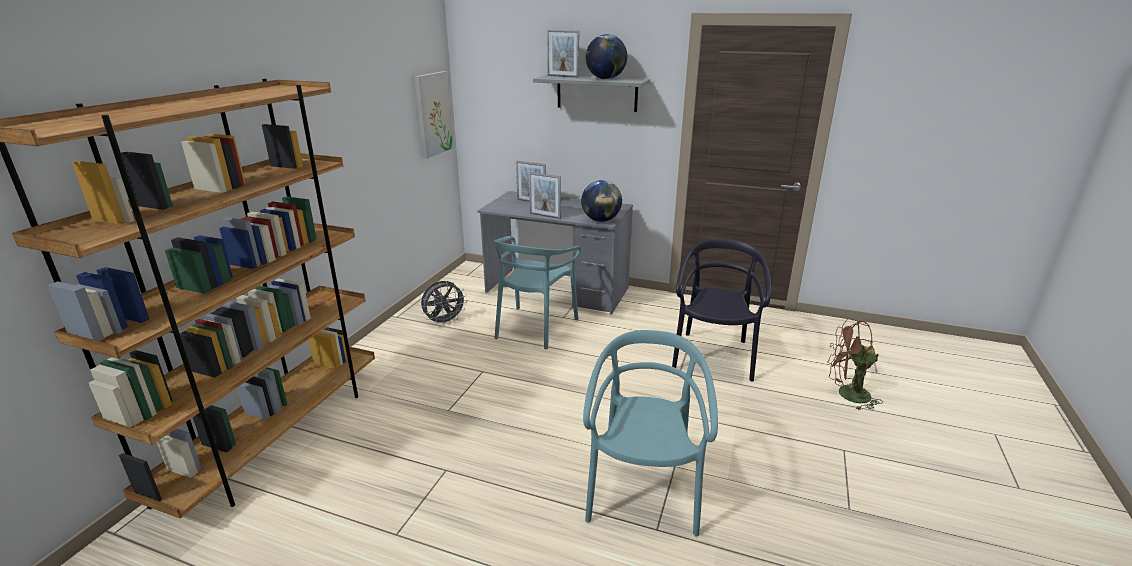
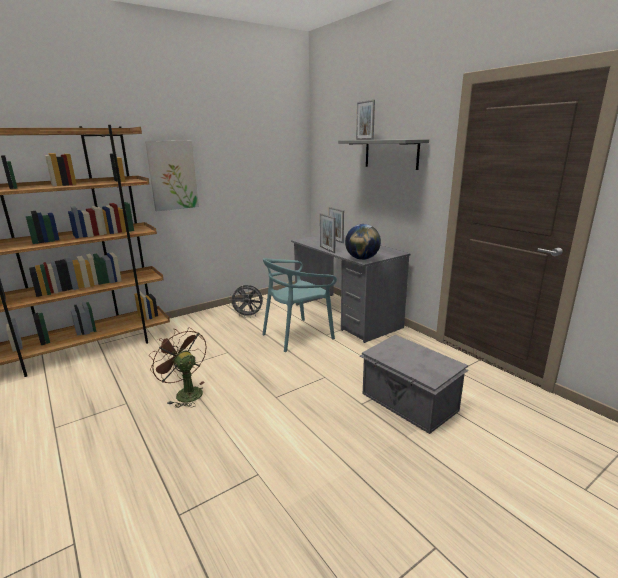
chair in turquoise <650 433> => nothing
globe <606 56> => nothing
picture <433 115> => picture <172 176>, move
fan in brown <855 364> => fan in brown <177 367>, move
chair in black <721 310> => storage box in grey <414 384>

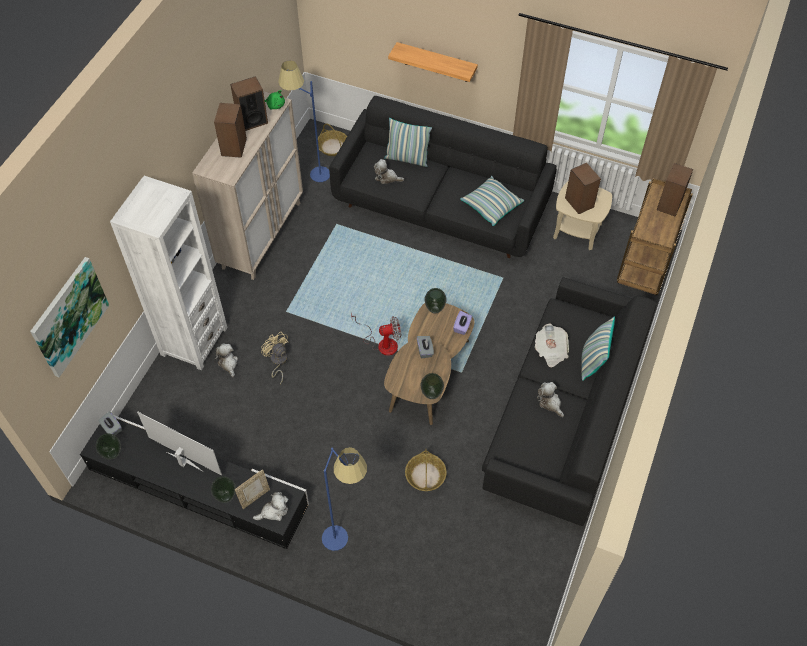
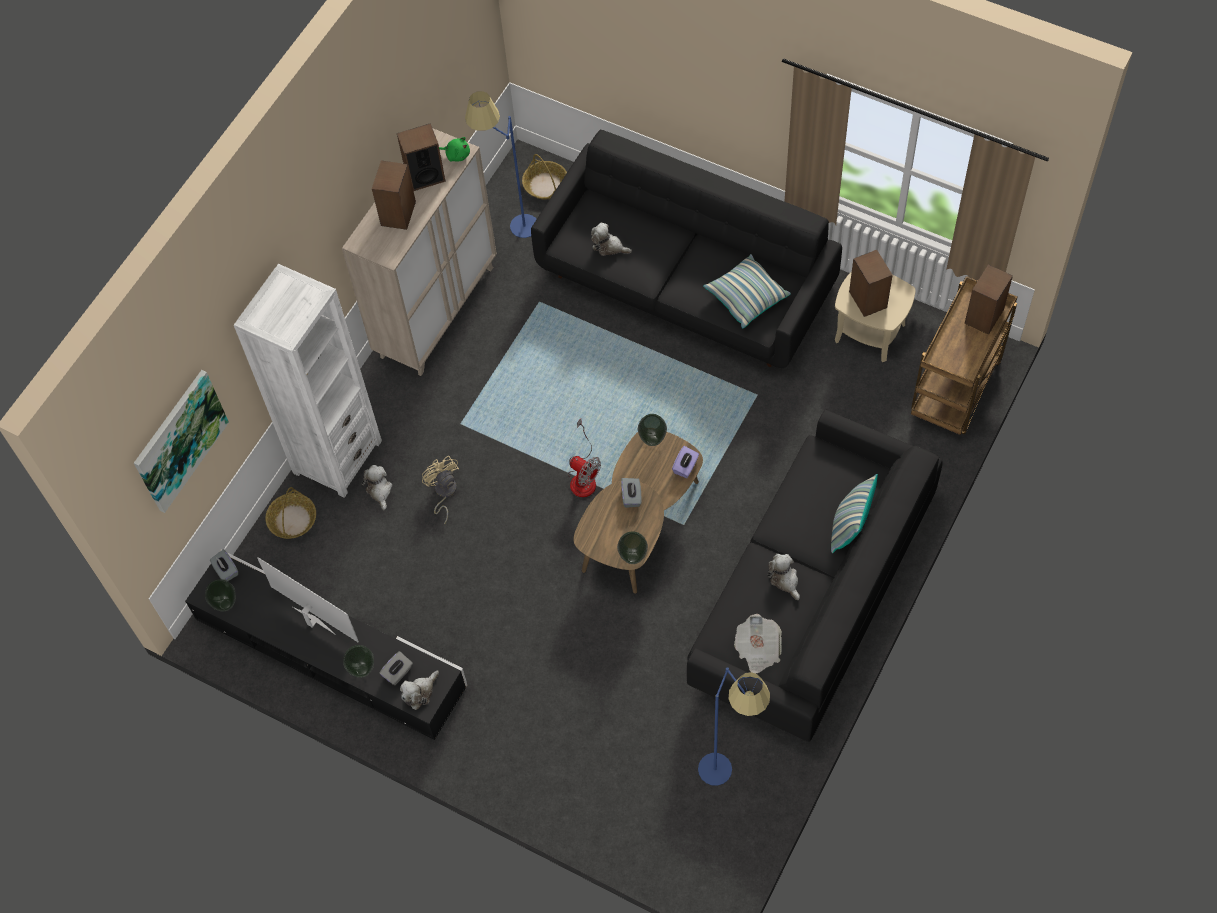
pillow <408 142> => nothing
shelf <433 62> => nothing
floor lamp in blue <344 499> => floor lamp in blue <734 726>, move
basket <426 470> => basket <290 513>, move
newspaper <552 345> => newspaper <758 644>, move
picture frame <252 489> => tissue box in grey <396 668>
plush toy <271 506> => plush toy <419 690>, 150 degrees clockwise
fan <376 335> => fan <584 458>, 45 degrees clockwise

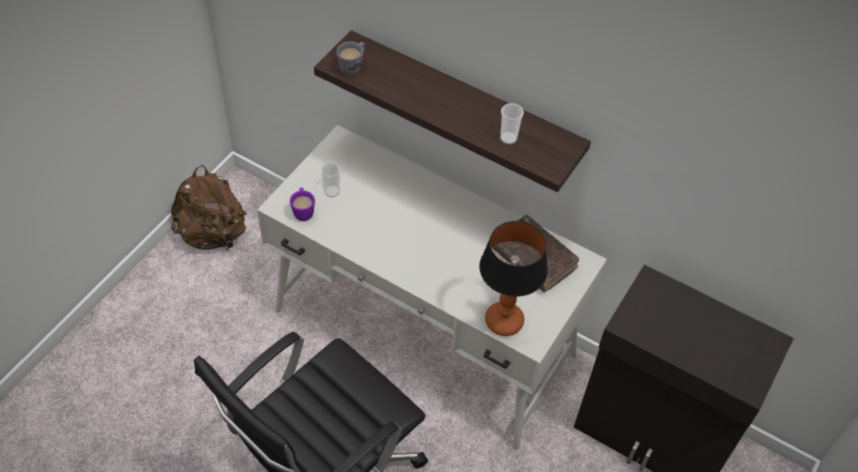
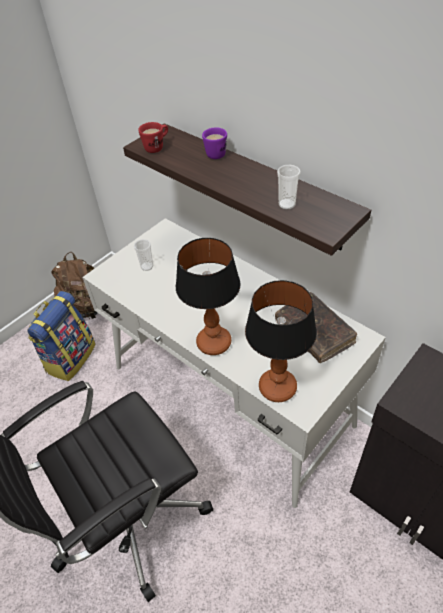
nothing => backpack <61 336>
nothing => table lamp <208 296>
mug in purple <302 204> => mug in purple <214 143>, move
mug in grey <351 58> => mug in red <153 137>

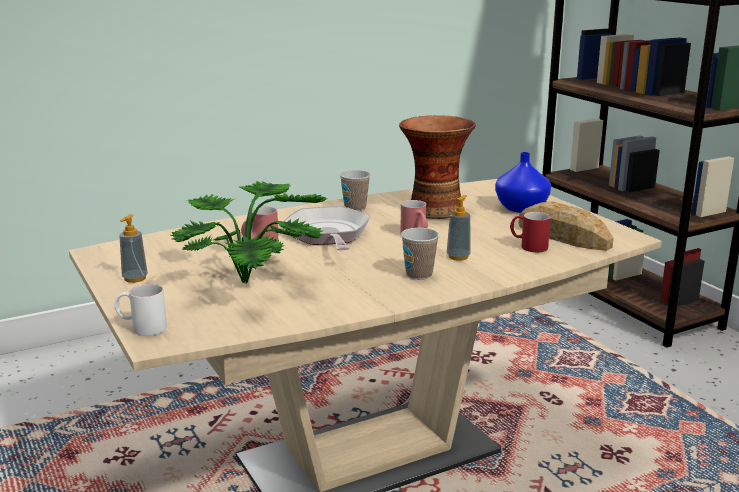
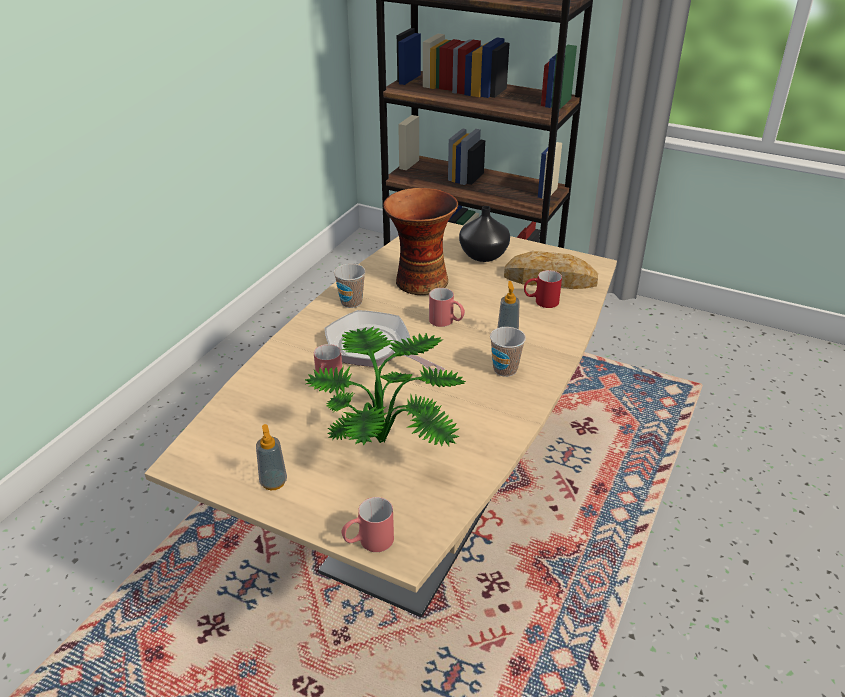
mug in white <140 310> => mug in red <367 524>
vase in blue <523 182> => vase in black <484 234>

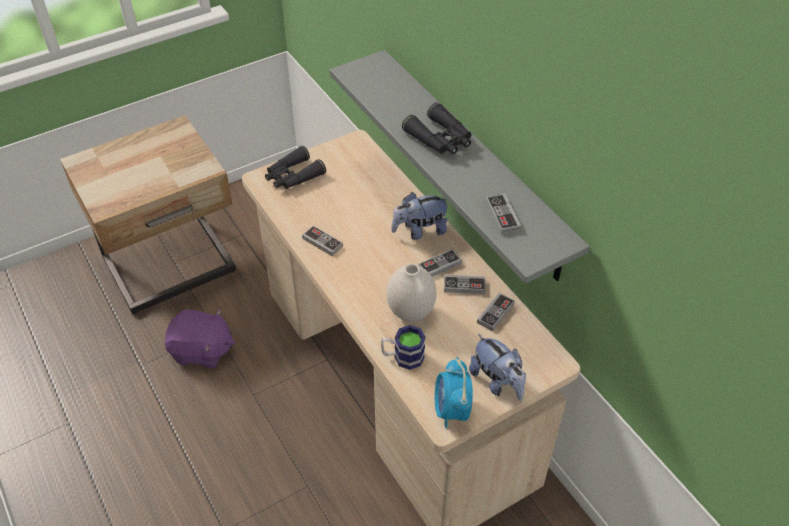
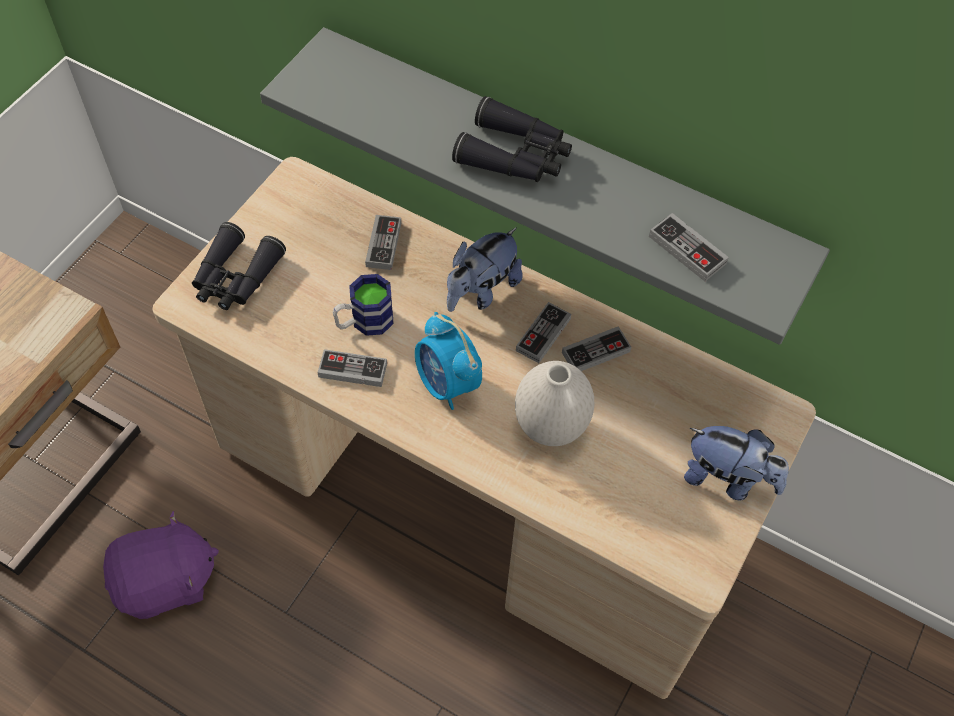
mug <403 347> => mug <363 305>, move
alarm clock <454 392> => alarm clock <448 361>, move
game controller <496 312> => game controller <383 242>, move

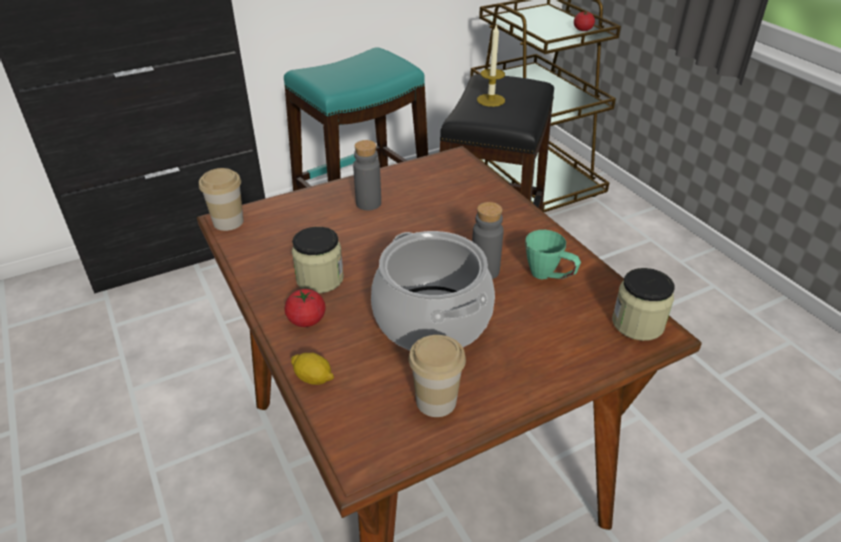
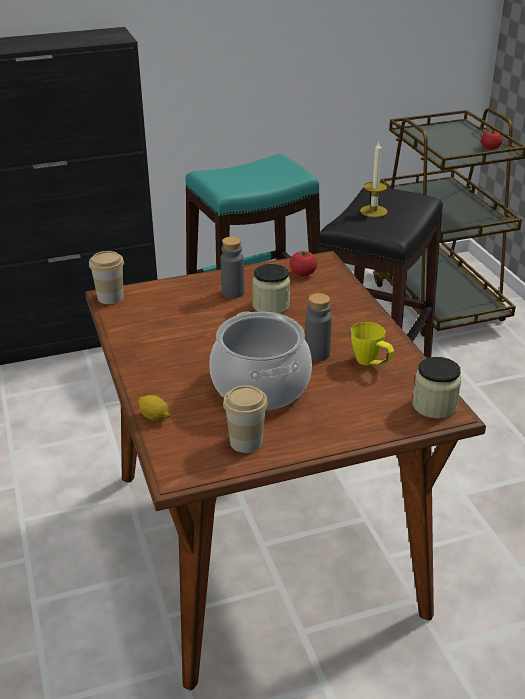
tomato <305 308> => tomato <303 263>, move
jar <318 260> => jar <271 289>, move
mug in green <553 254> => mug in yellow <372 343>

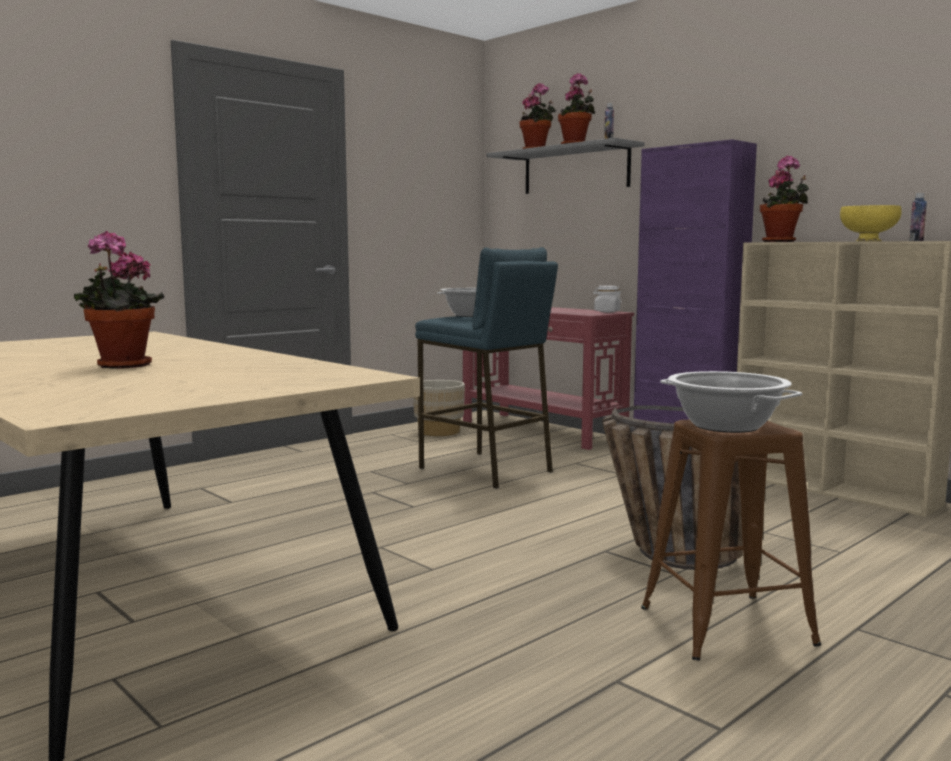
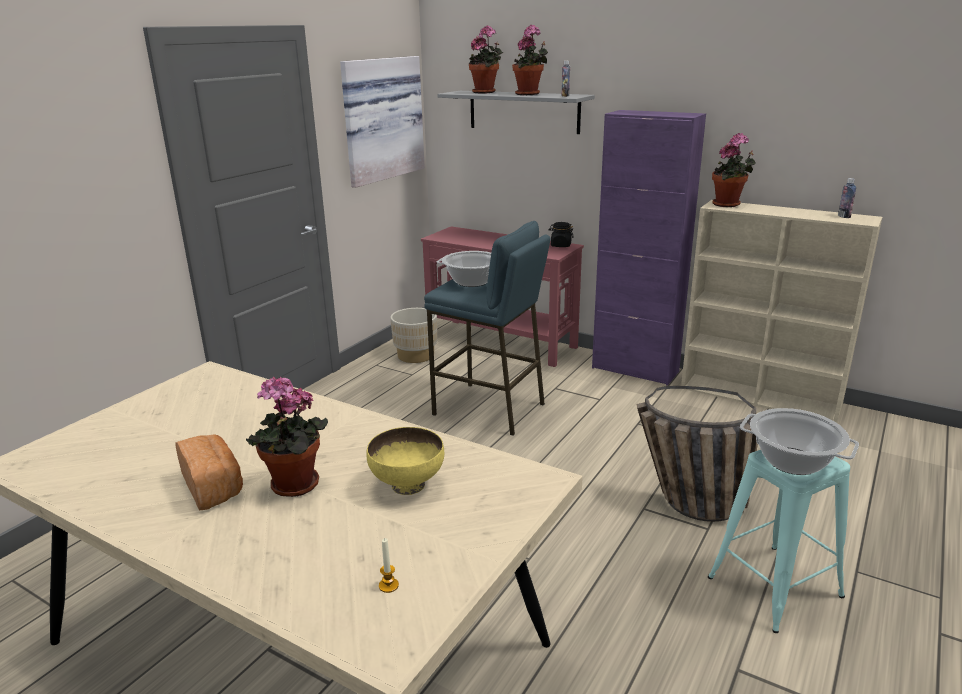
nothing => bread <209 472>
nothing => picture <382 122>
nothing => candle <389 565>
bowl in yellow <871 223> => bowl in yellow <405 461>, move
jar in white <607 299> => jar in black <561 234>
stool in brown <731 540> => stool in turquoise <779 541>

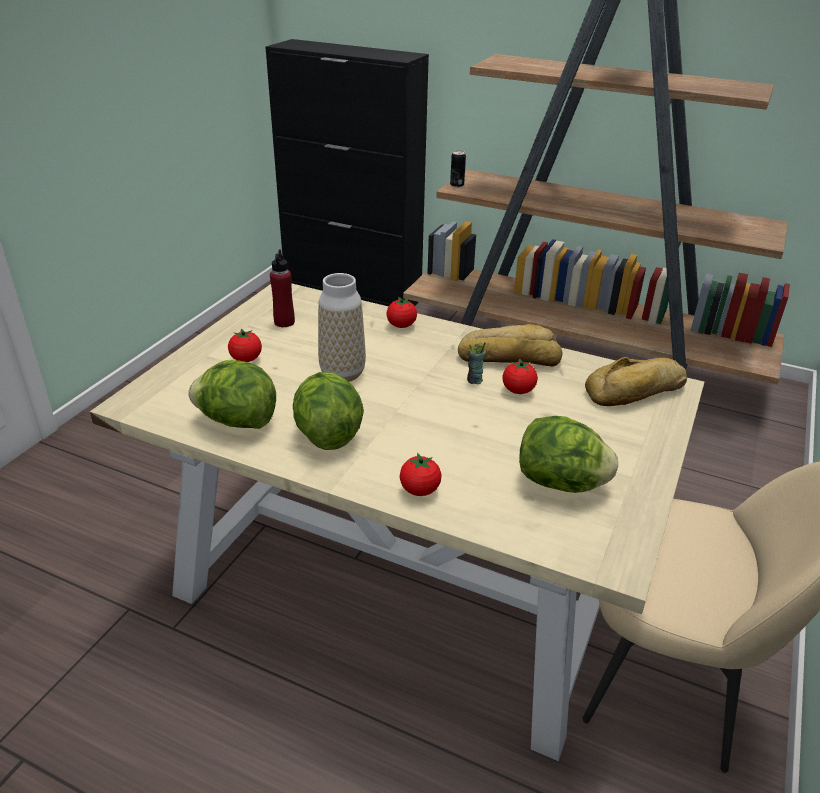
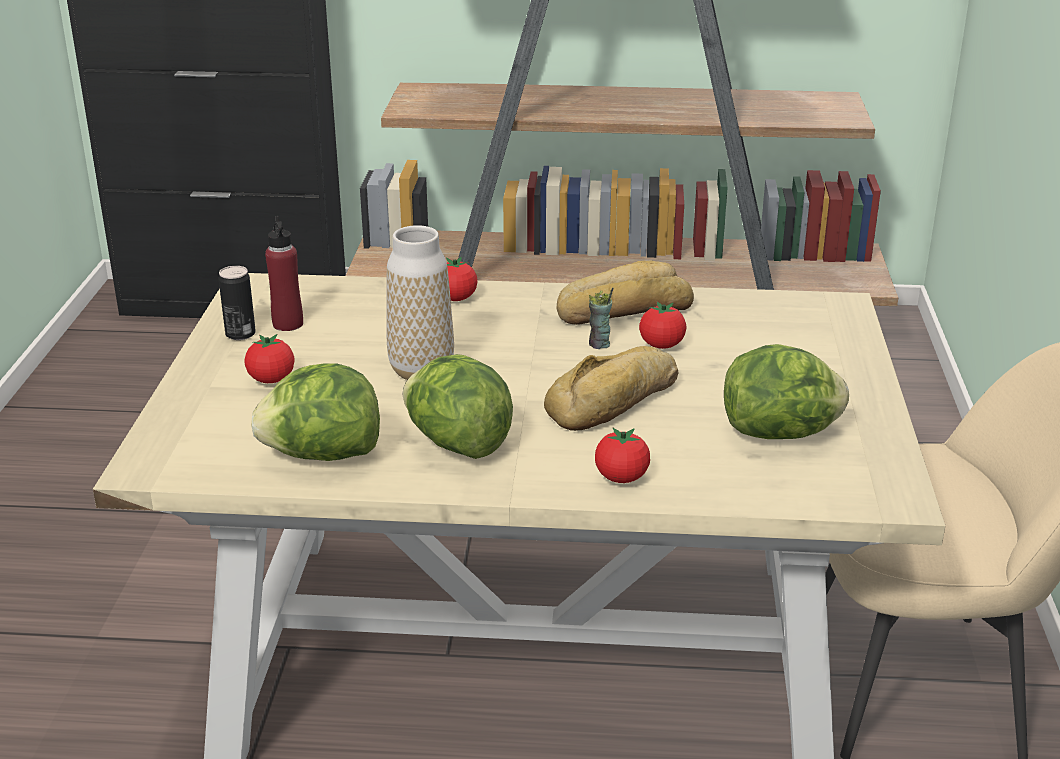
can <458 169> => can <237 303>, move
bread <636 381> => bread <611 388>, move

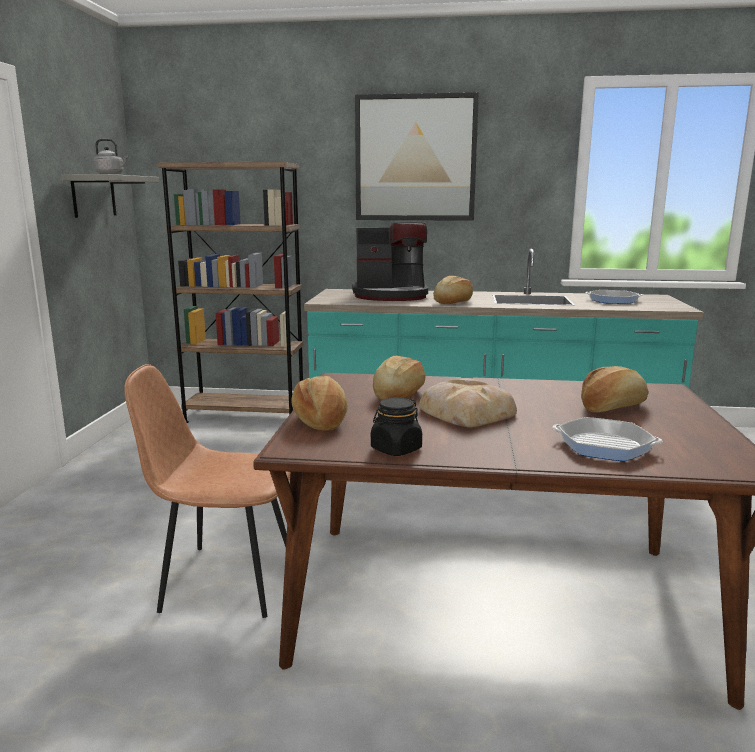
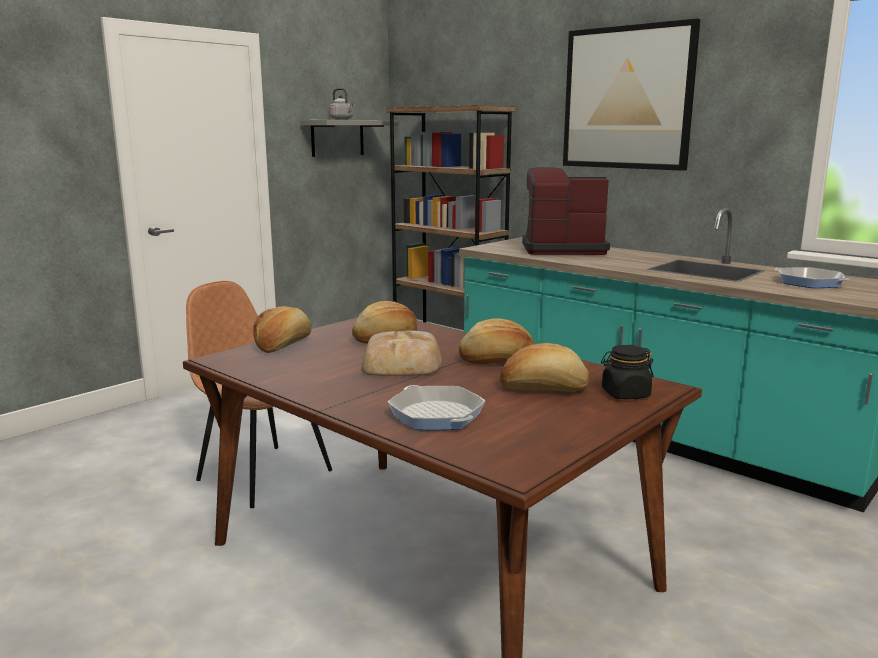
jar in black <396 427> => jar in black <627 372>, move
bread <453 290> => bread <496 341>, move
coffee machine <390 261> => coffee machine <566 211>, 150 degrees clockwise

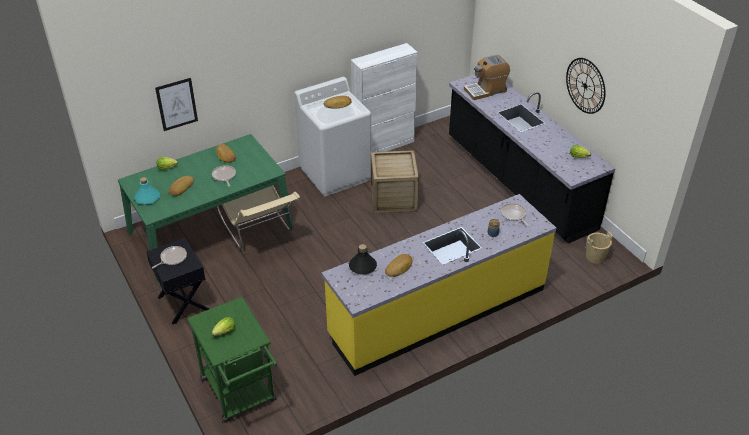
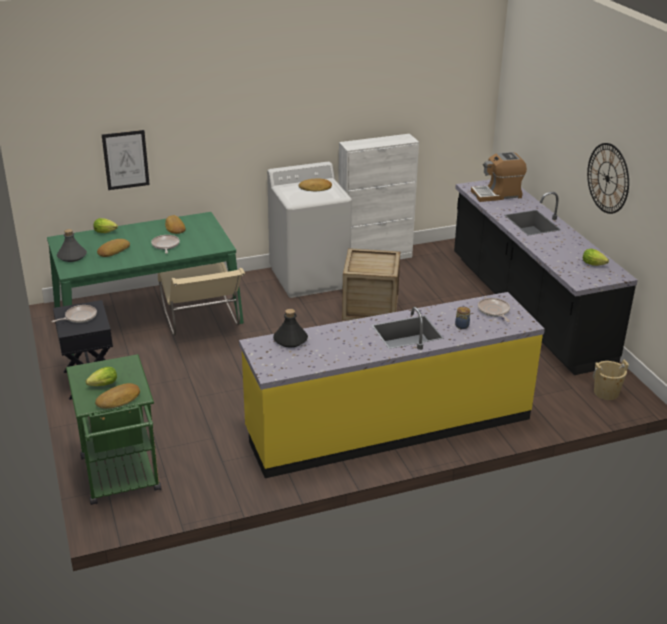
bread <399 265> => bread <117 396>, move
bottle in turquoise <147 191> => bottle in grey <72 245>

